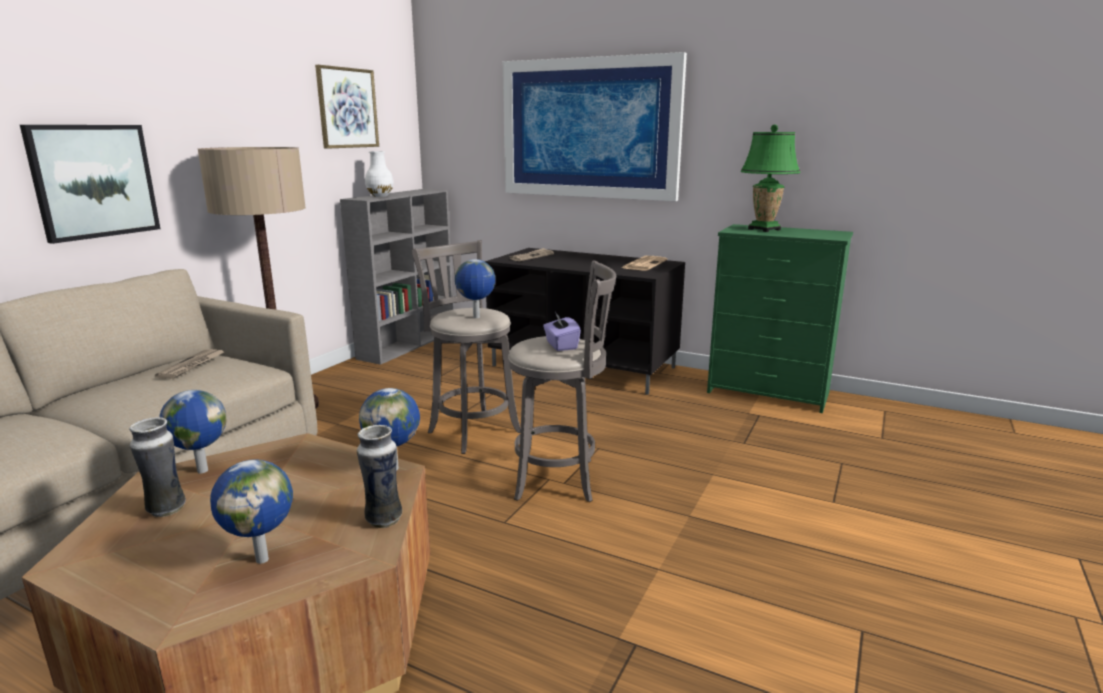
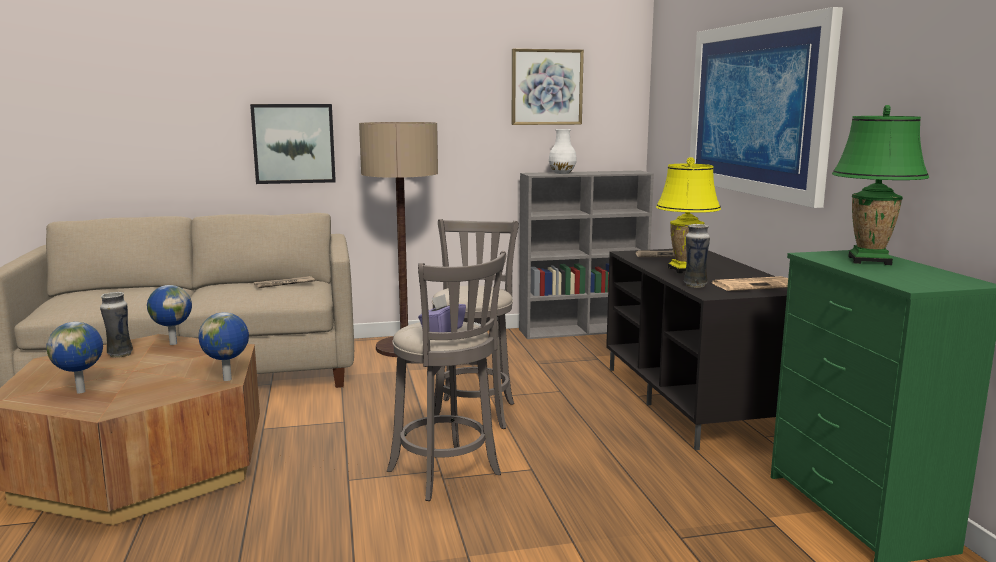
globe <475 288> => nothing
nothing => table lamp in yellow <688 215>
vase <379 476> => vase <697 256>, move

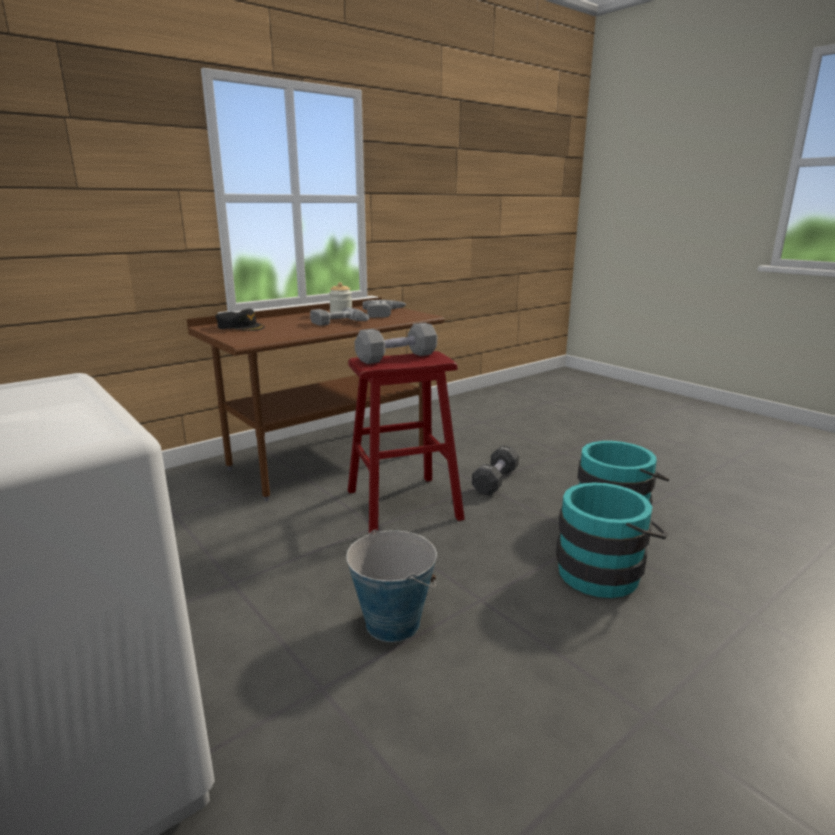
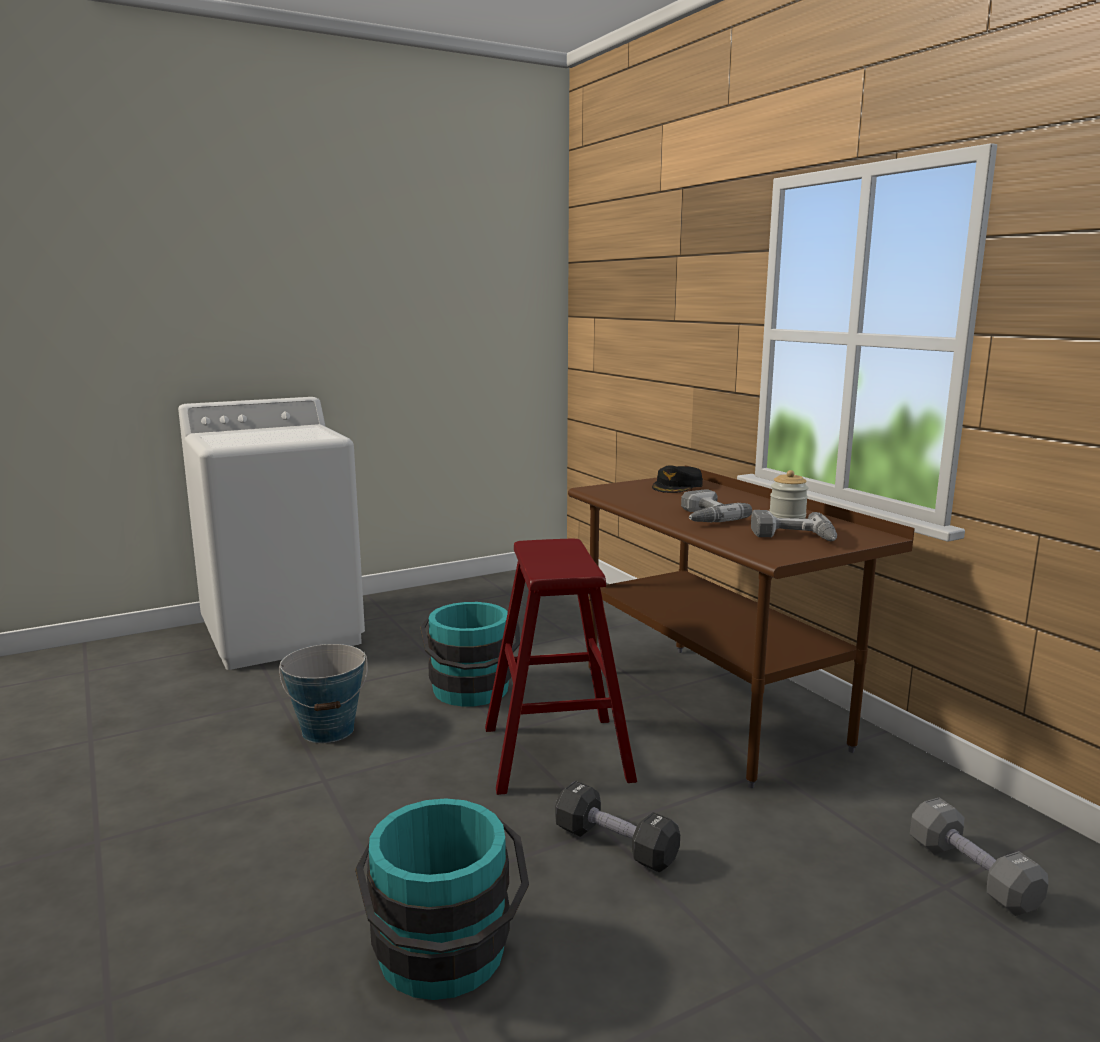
dumbbell in grey <396 343> => dumbbell in grey <979 857>, move
bucket in turquoise <612 540> => bucket in turquoise <470 654>, move

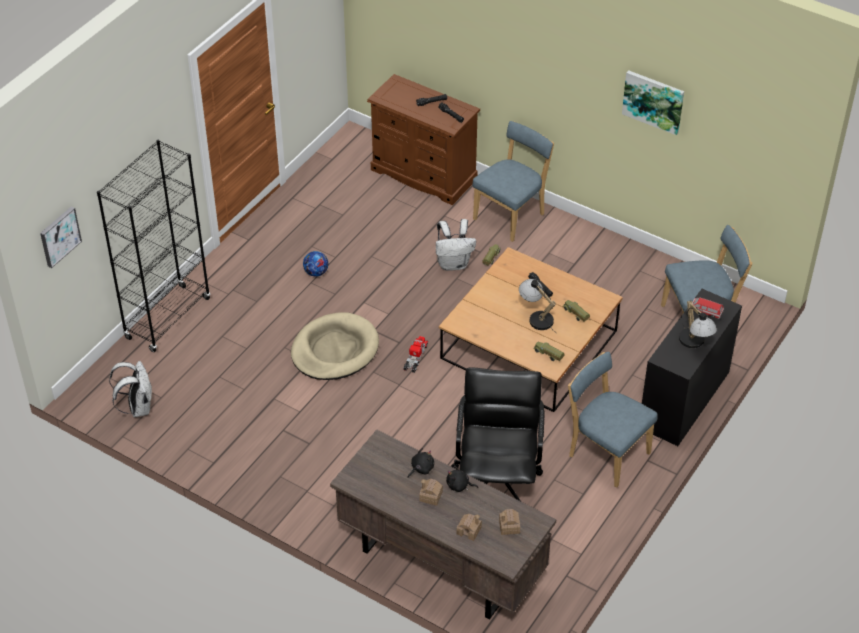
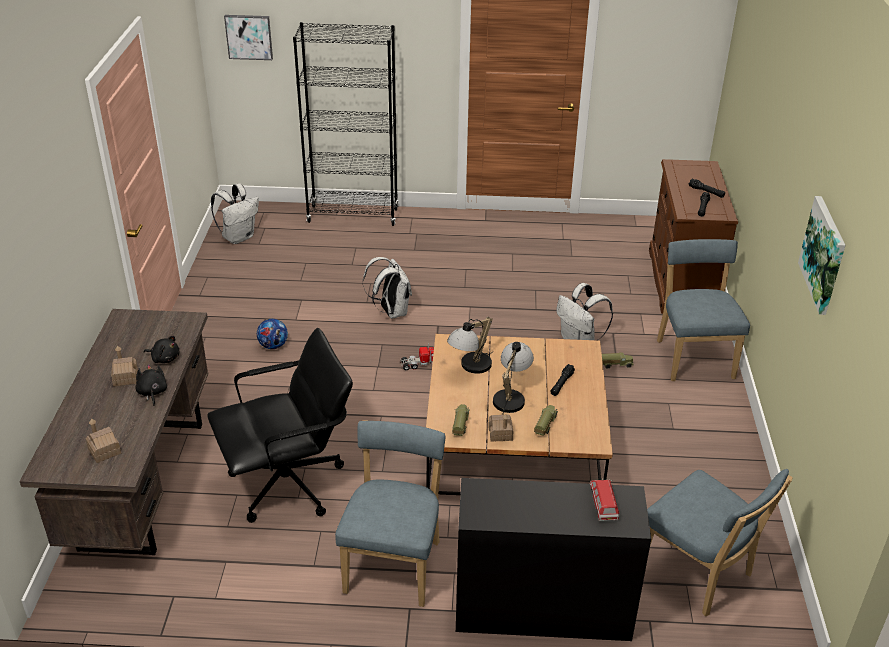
football <315 264> => football <272 334>, move
toy house <469 527> => toy house <500 427>, move
table lamp <698 324> => table lamp <470 345>, move
dog bed in beige <335 346> => backpack in white <387 288>
chair in blue <513 181> => chair in blue <703 310>, 105 degrees counterclockwise

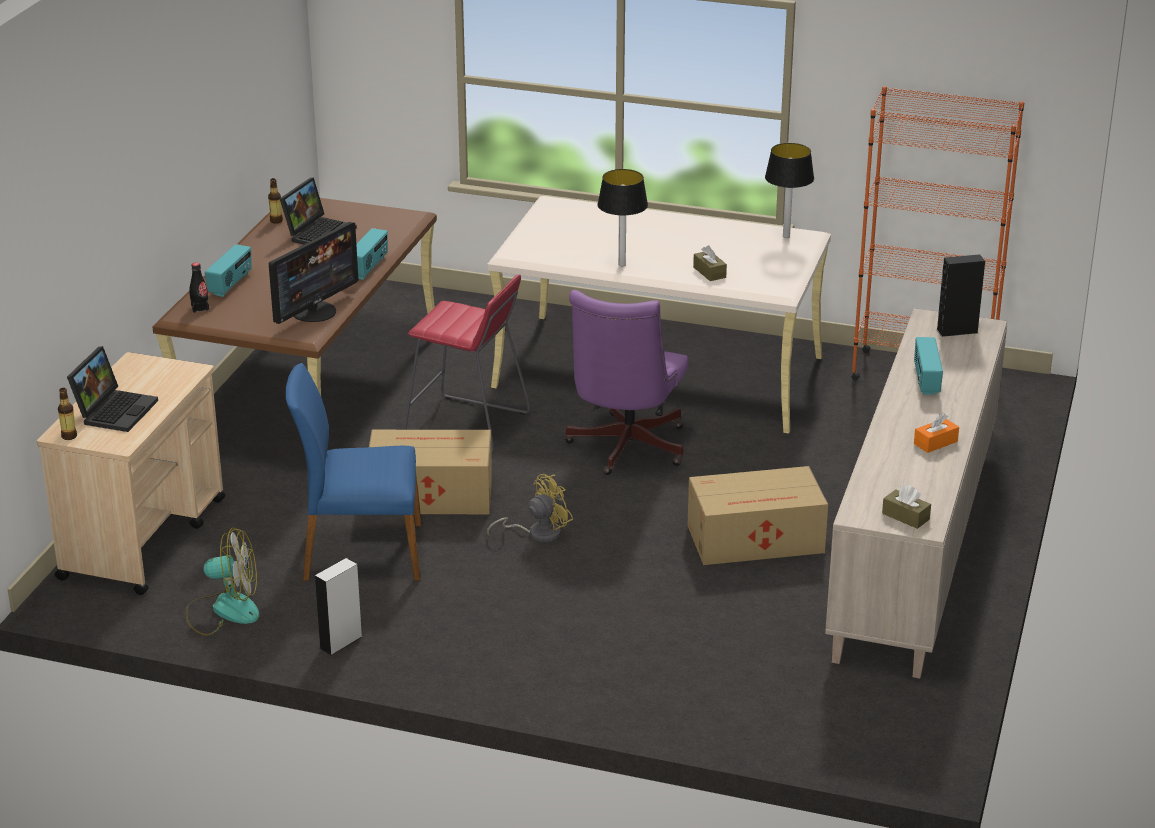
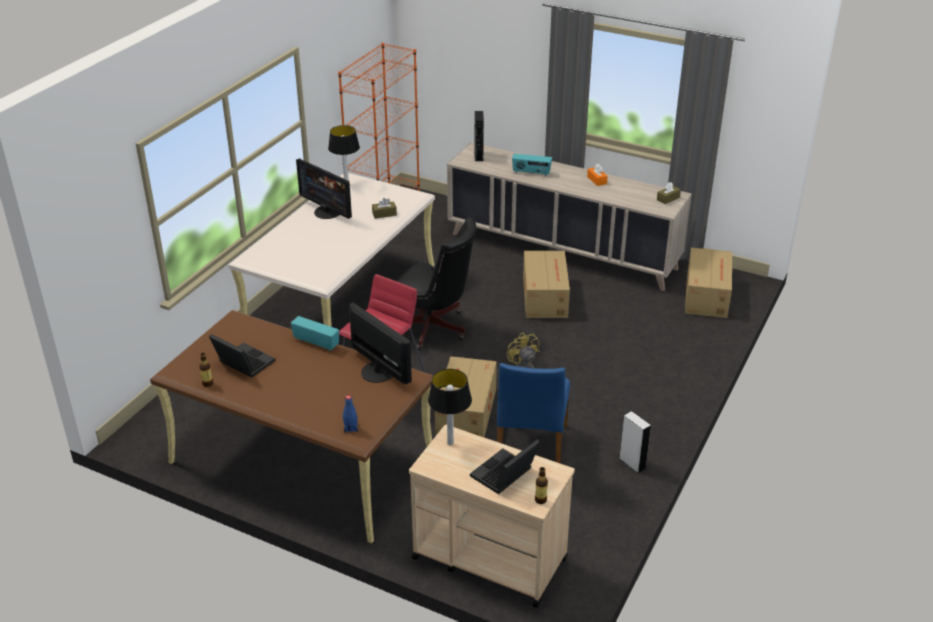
fan <223 582> => nothing
radio <228 270> => nothing
nothing => monitor <324 189>
nothing => cardboard box <708 283>
table lamp <622 217> => table lamp <450 407>, move
bottle in black <199 288> => bottle in blue <350 414>
office chair in purple <626 382> => office chair in black <437 283>
laptop <112 389> => laptop <505 466>, 75 degrees counterclockwise

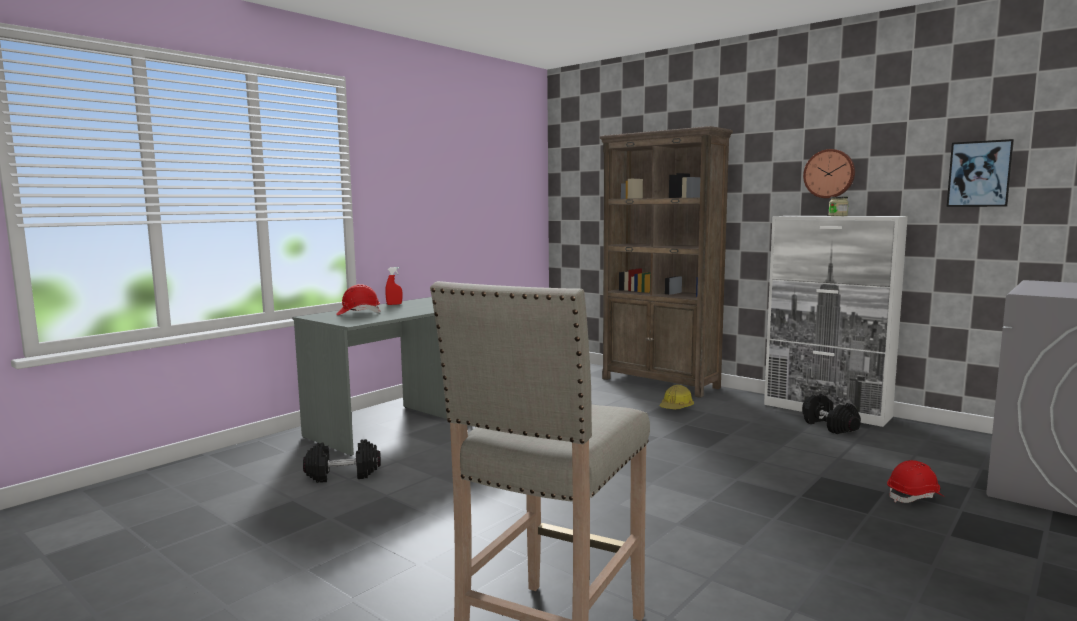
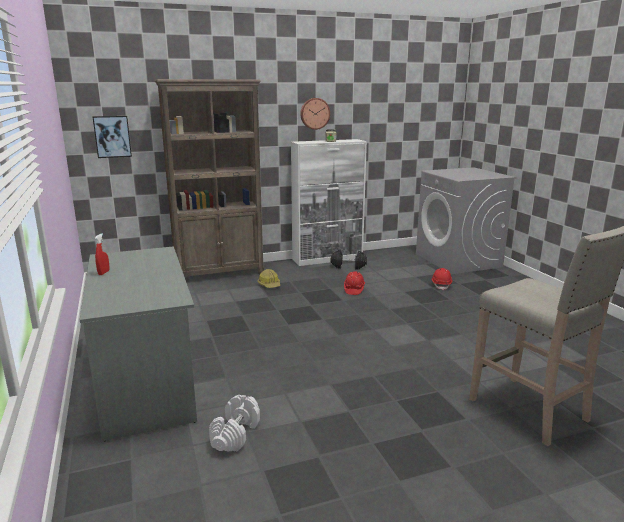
hard hat in red <358 299> => hard hat in red <354 283>, move
picture <980 173> => picture <112 137>, move
dumbbell in black <342 461> => dumbbell in white <234 423>

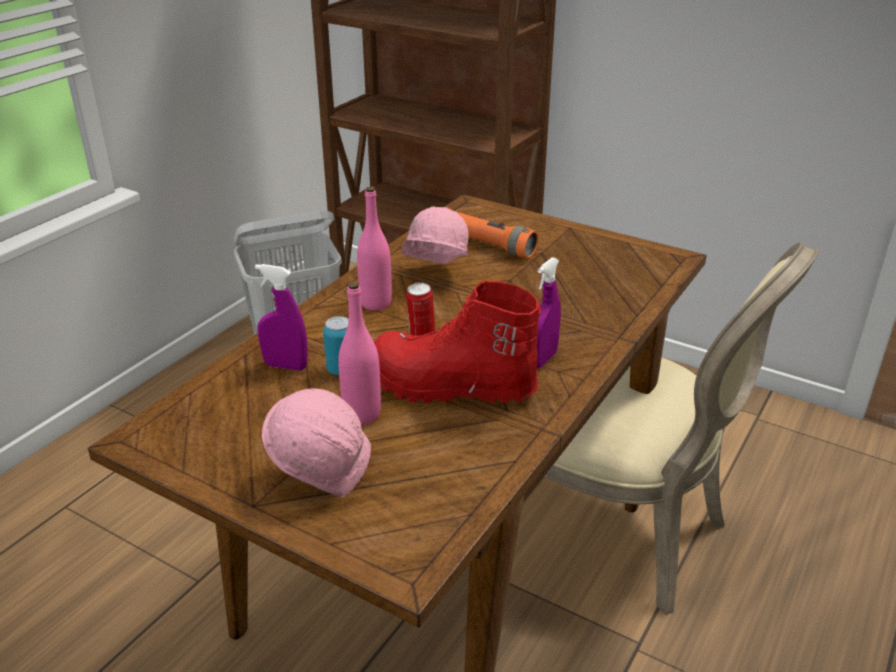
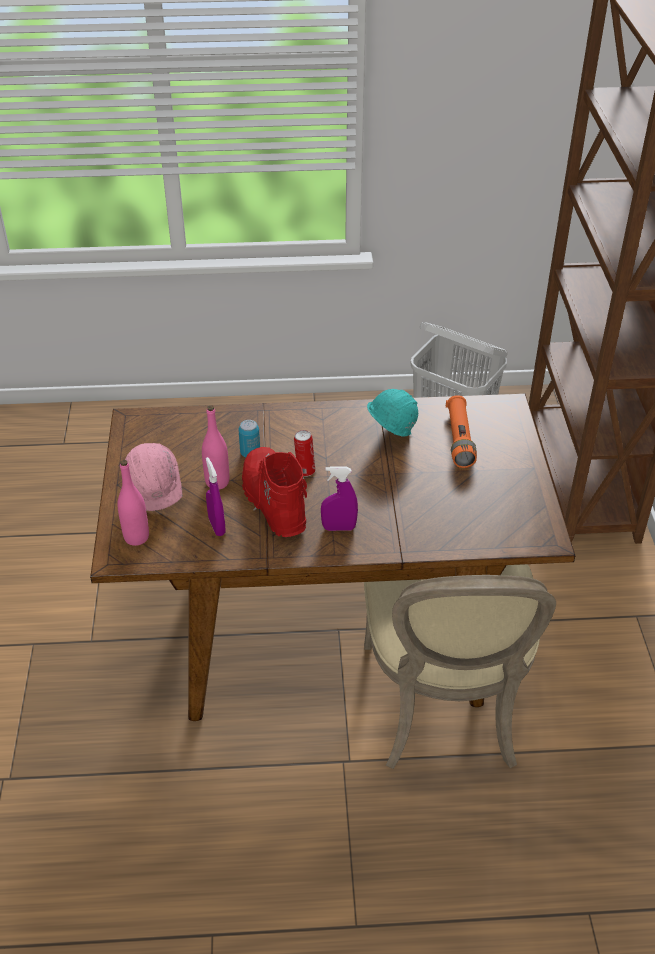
spray bottle in purple <281 317> => spray bottle in purple <216 496>, move
bottle in pink <374 249> => bottle in pink <133 503>, move
hard hat in pink <435 235> => hard hat in turquoise <392 413>

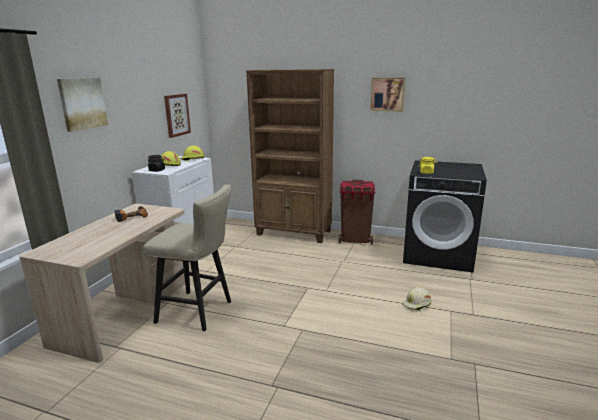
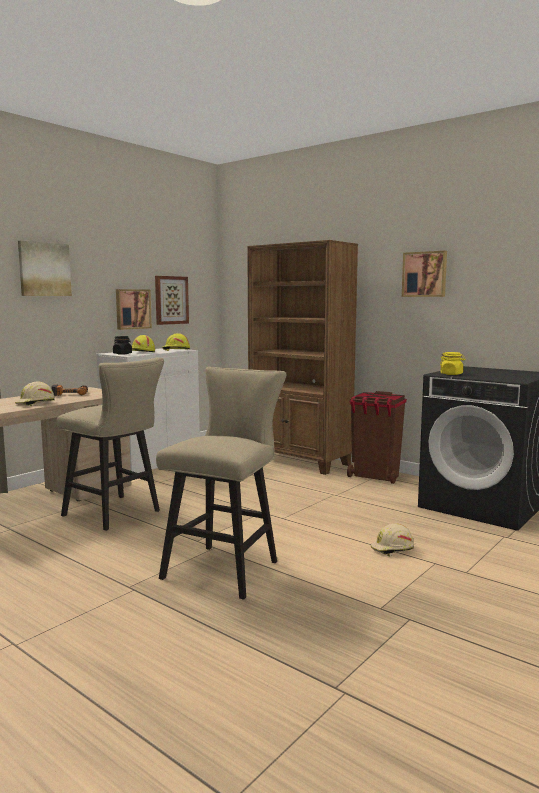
nothing => hard hat in beige <35 393>
nothing => picture <134 309>
nothing => stool in beige <221 483>

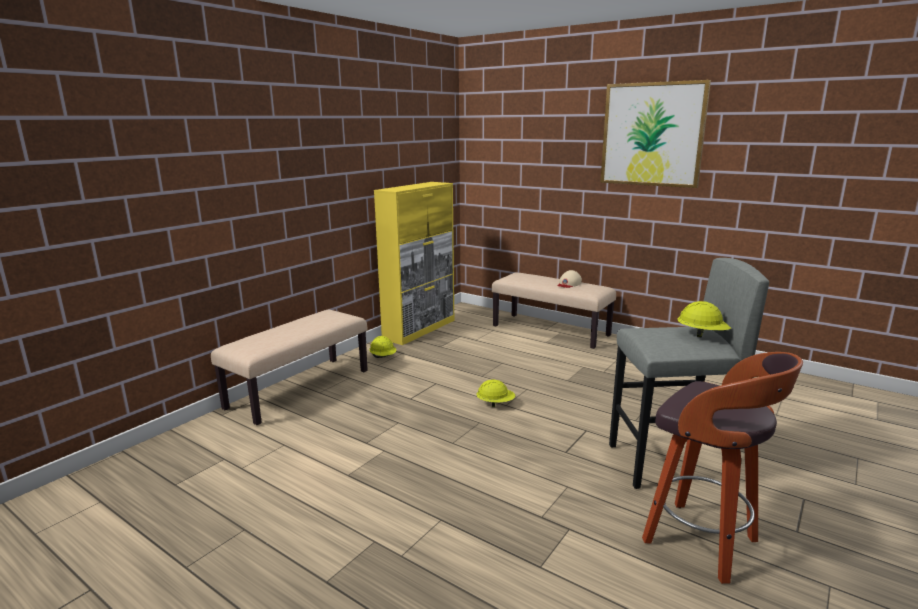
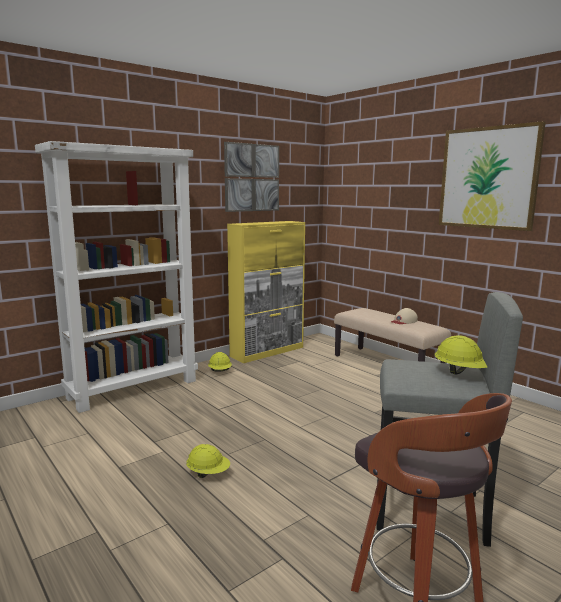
nothing => picture <251 177>
hard hat in yellow <496 393> => hard hat in yellow <208 461>, move
bench in beige <289 367> => bookcase in white <116 277>

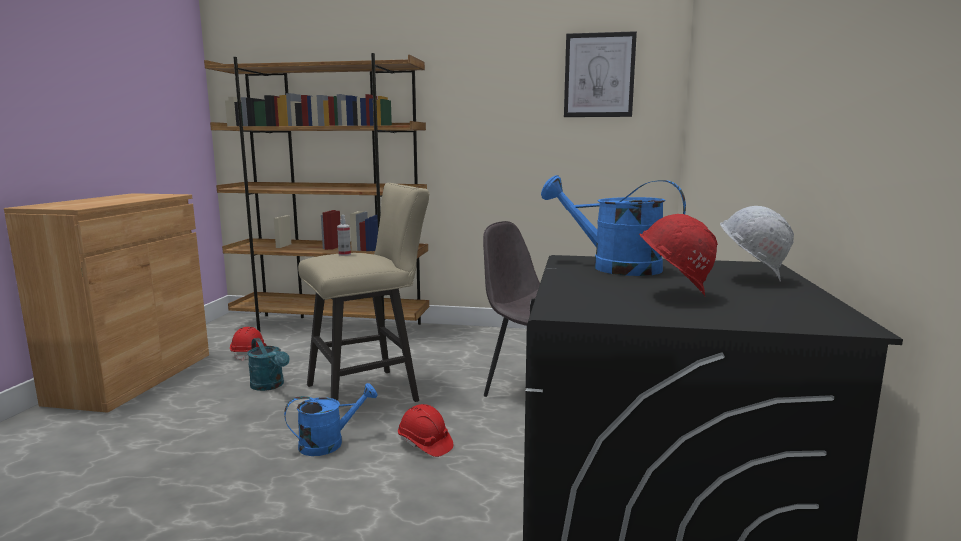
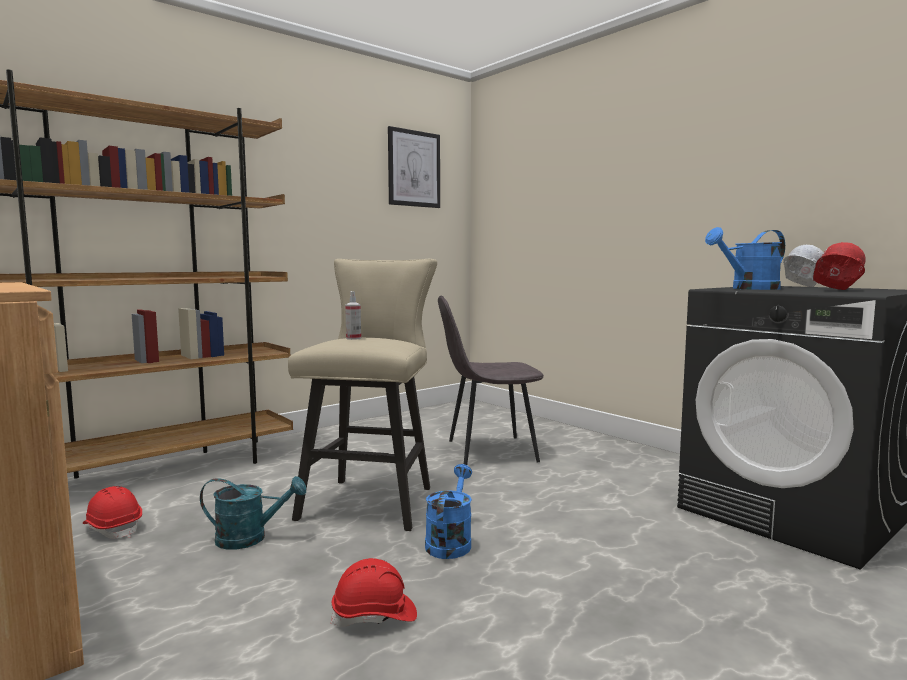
hard hat in red <426 430> => hard hat in red <374 592>, move

